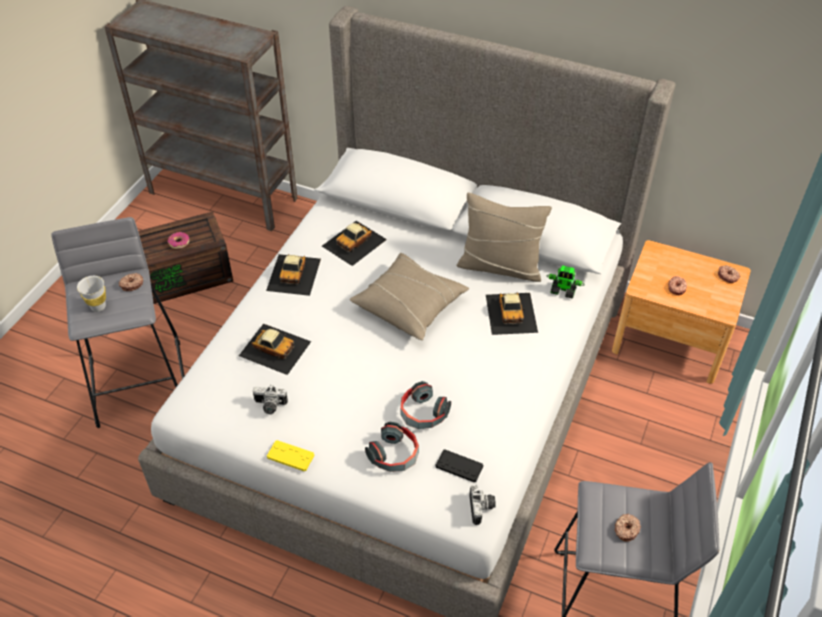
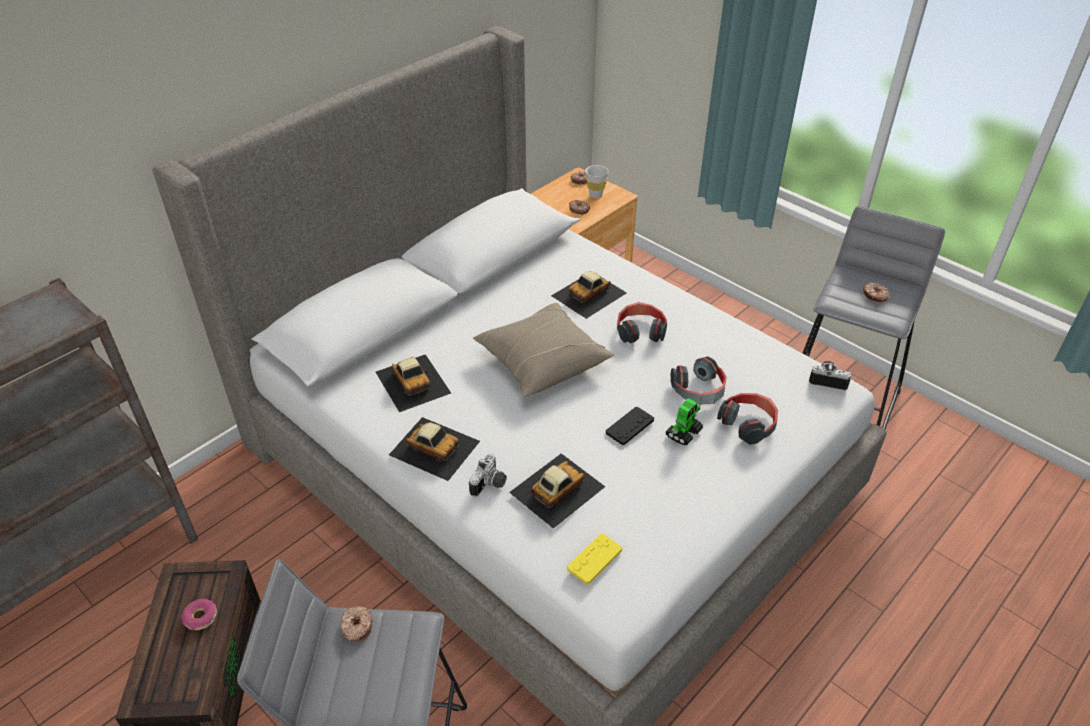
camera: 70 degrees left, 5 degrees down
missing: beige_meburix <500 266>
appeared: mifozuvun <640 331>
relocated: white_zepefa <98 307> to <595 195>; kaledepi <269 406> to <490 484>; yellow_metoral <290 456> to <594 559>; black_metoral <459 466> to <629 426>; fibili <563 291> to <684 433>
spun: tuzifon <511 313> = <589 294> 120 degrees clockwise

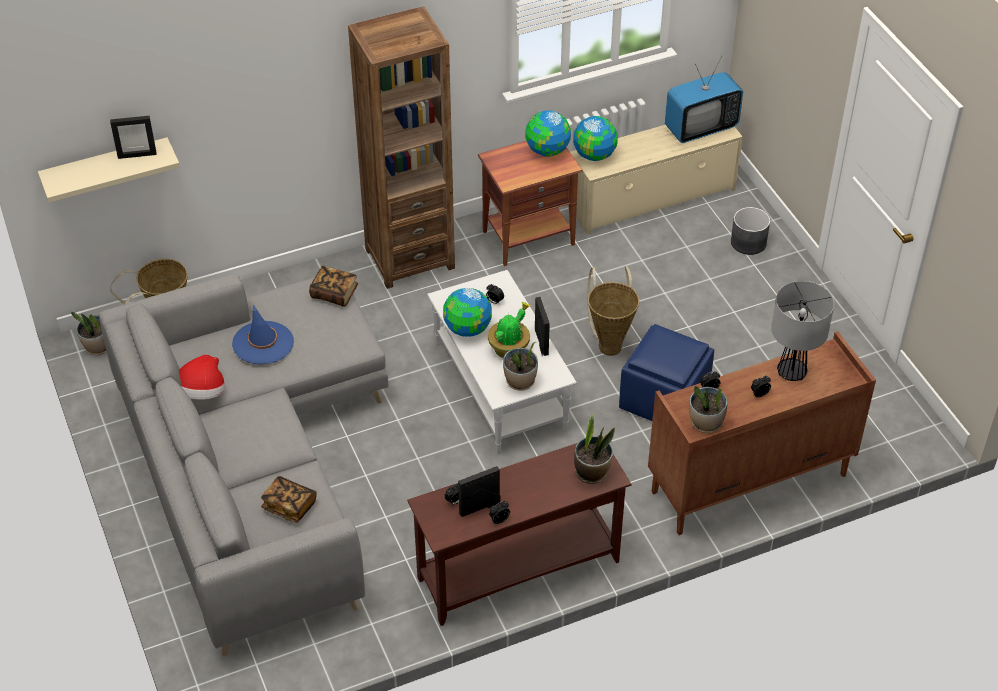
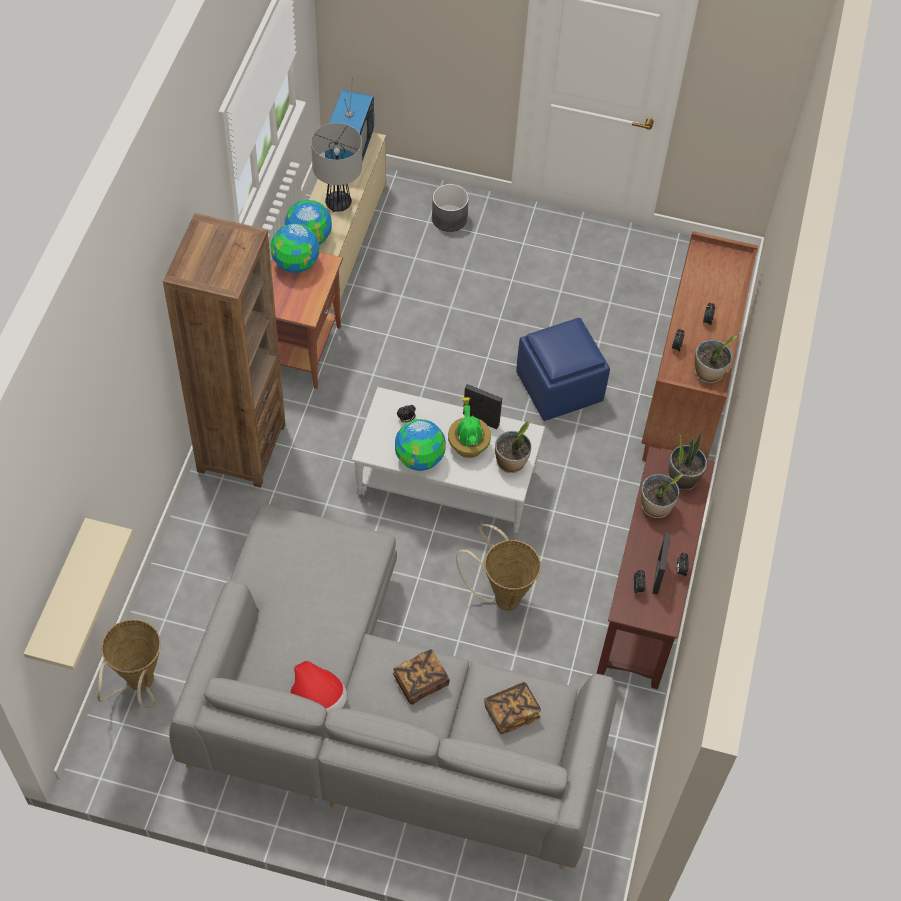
camera: 55 degrees left, 10 degrees up
missing: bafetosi <137 154>; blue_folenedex <263 343>
relocated: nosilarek <98 347> to <656 507>; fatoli <334 293> to <420 682>; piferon <610 343> to <502 596>; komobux <792 372> to <339 203>

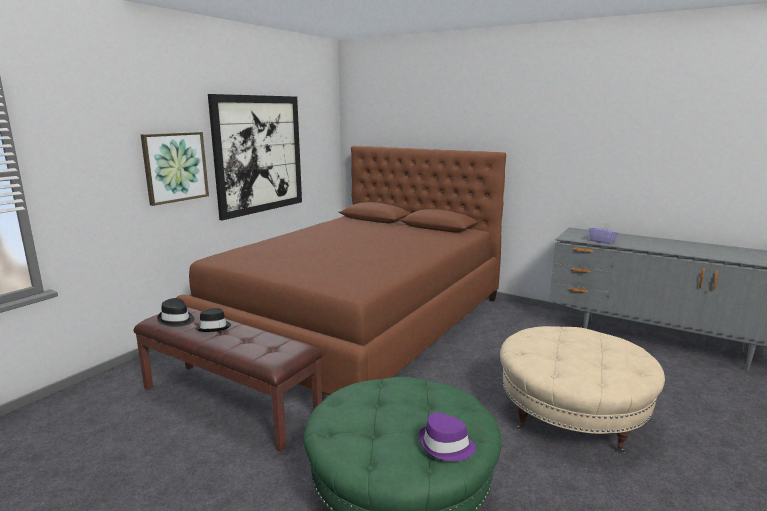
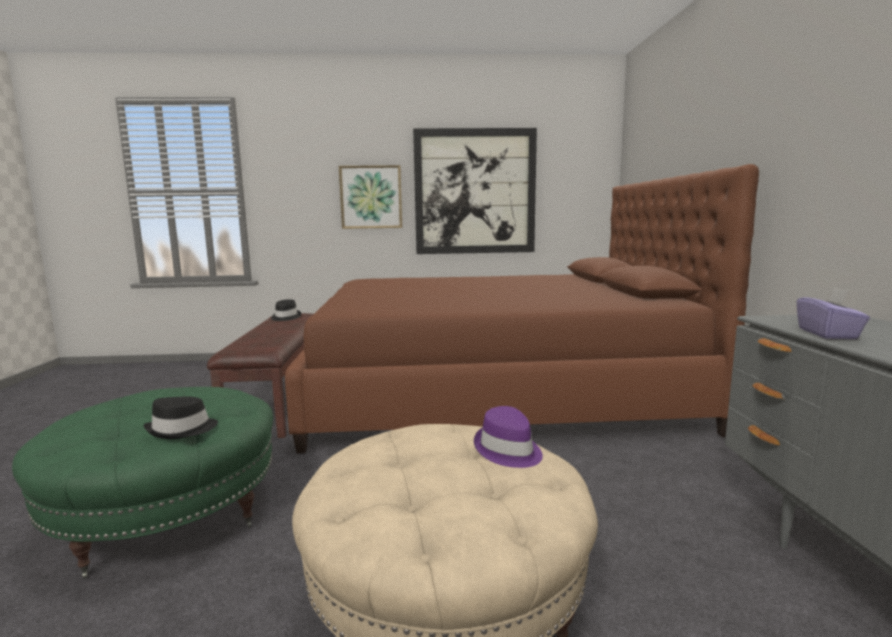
camera: 55 degrees right, 5 degrees down
relocated: black_folenedex <214 327> to <182 430>; purple_folenedex <446 446> to <508 450>

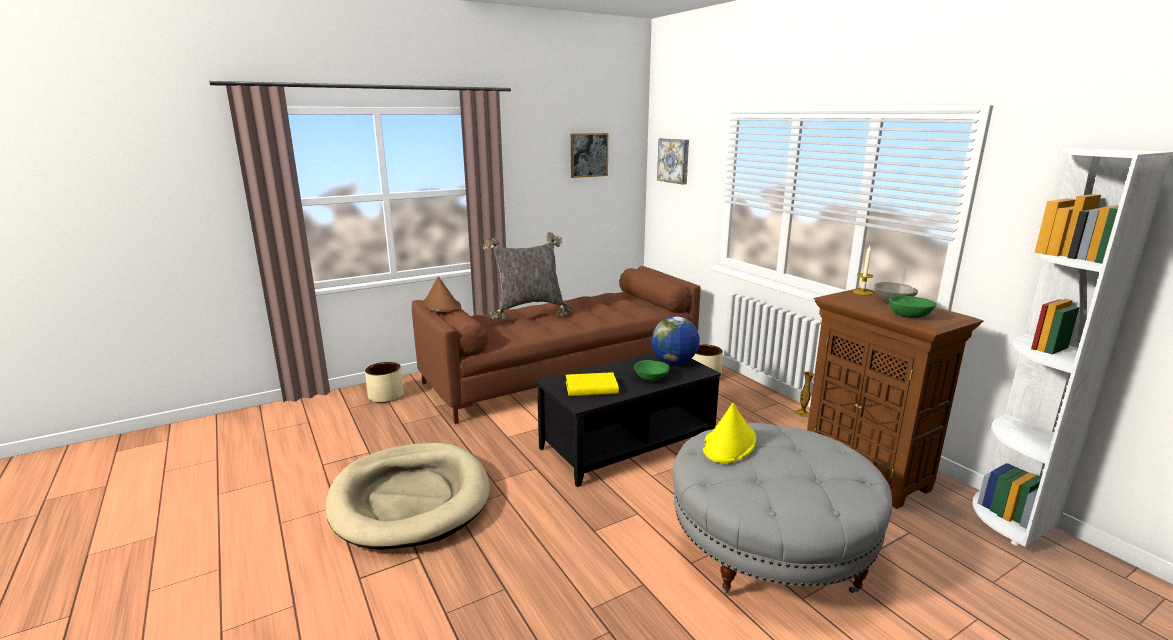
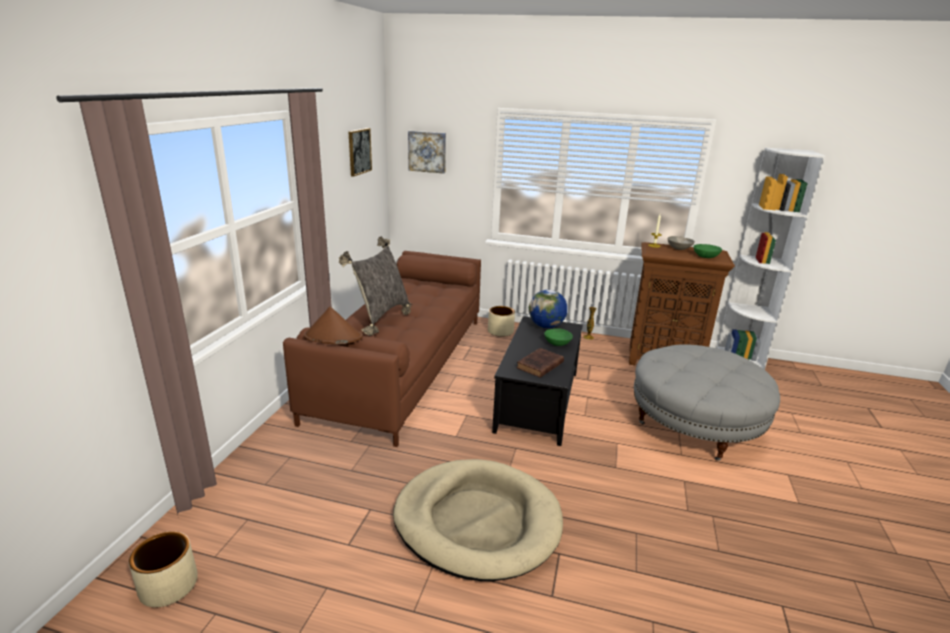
camera: 45 degrees left, 5 degrees up
missing: yellow_folenedex <729 444>
relocated: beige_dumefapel <386 396> to <169 585>
colour: yellow_fatoli <589 388> to brown_fatoli <539 366>

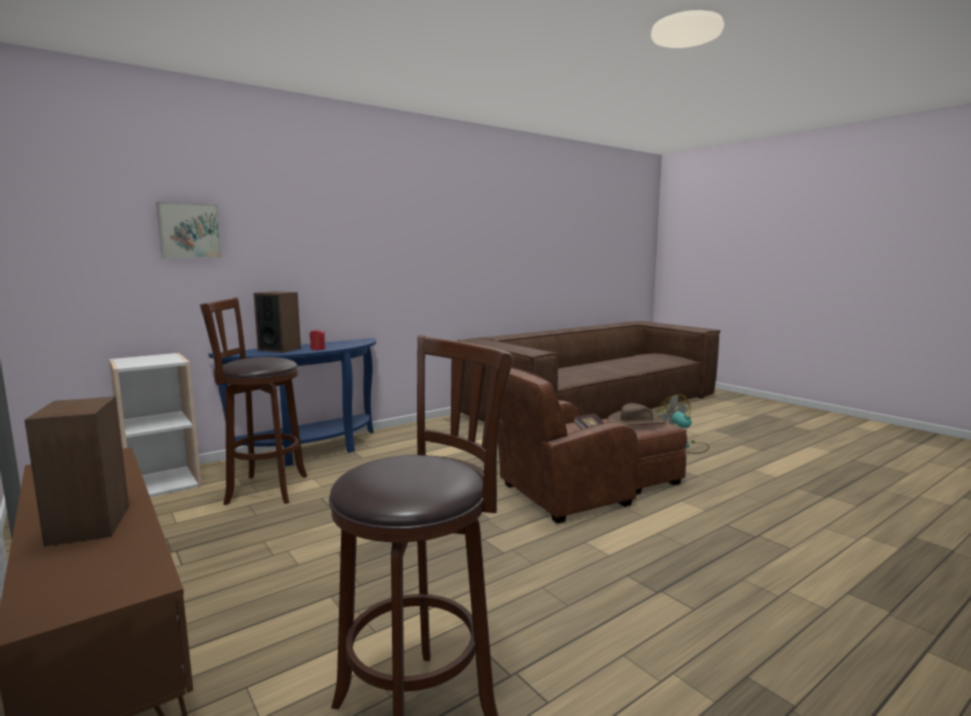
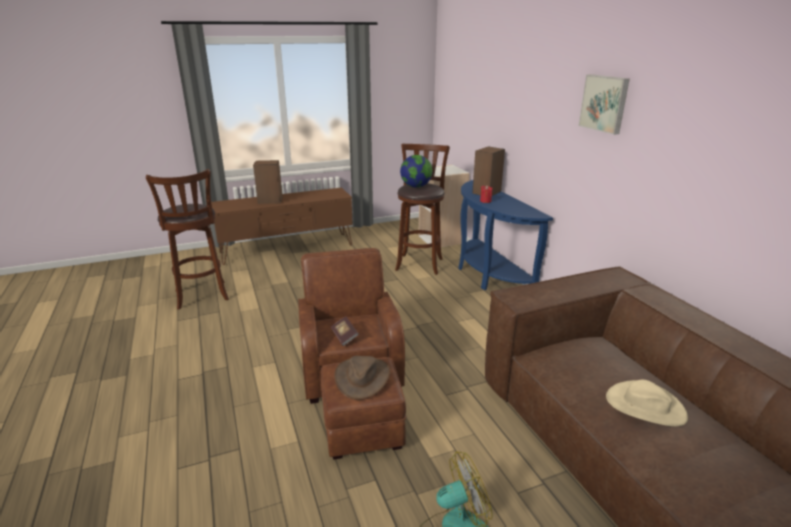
camera: 105 degrees right, 15 degrees up
appeared: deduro <416 186>; beige_folenedex <645 406>
relocated: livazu <189 231> to <604 103>

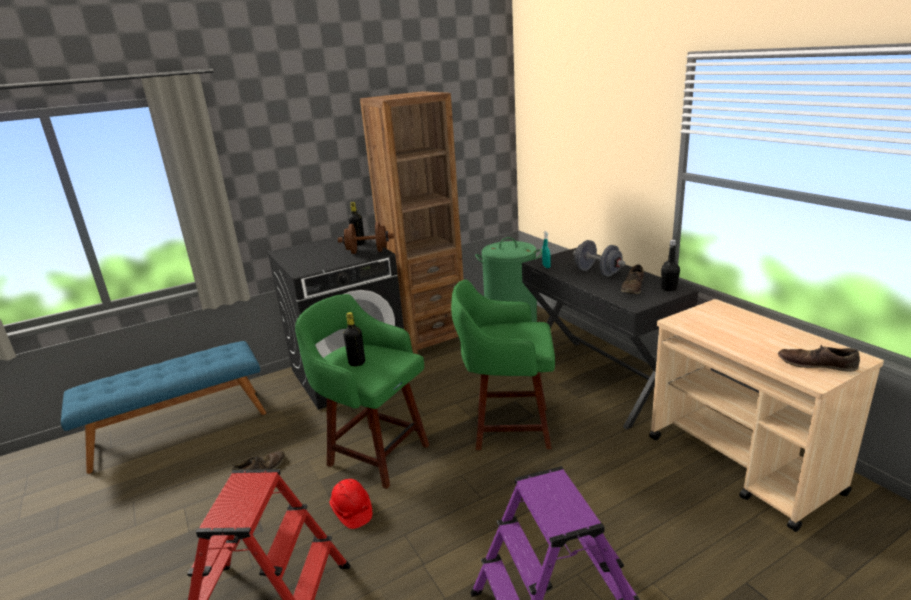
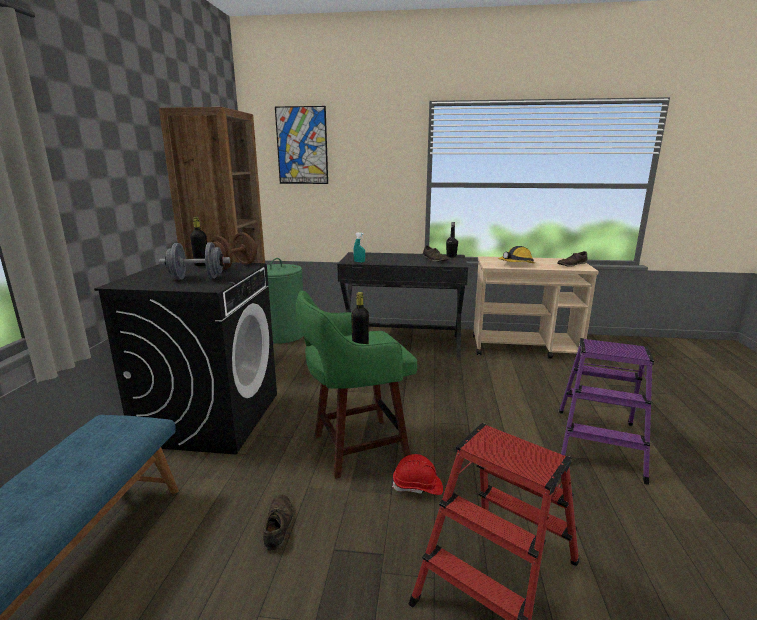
camera: 55 degrees left, 5 degrees down
missing: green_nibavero <508 428>
appeared: livazu <302 146>; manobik <516 264>
relocated: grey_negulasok <597 272> to <197 278>

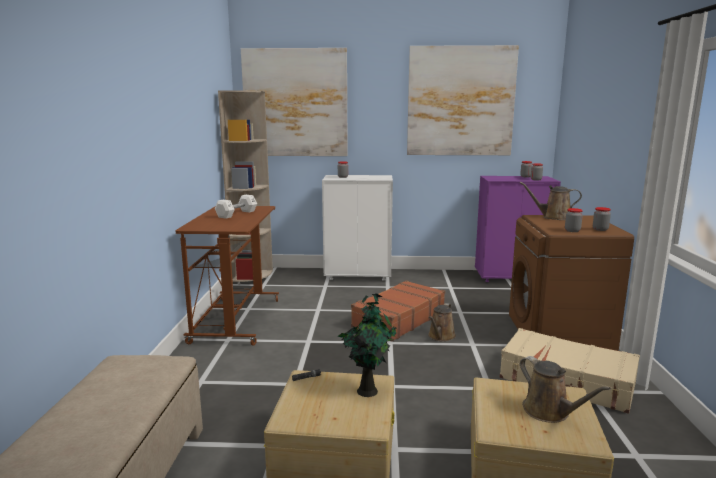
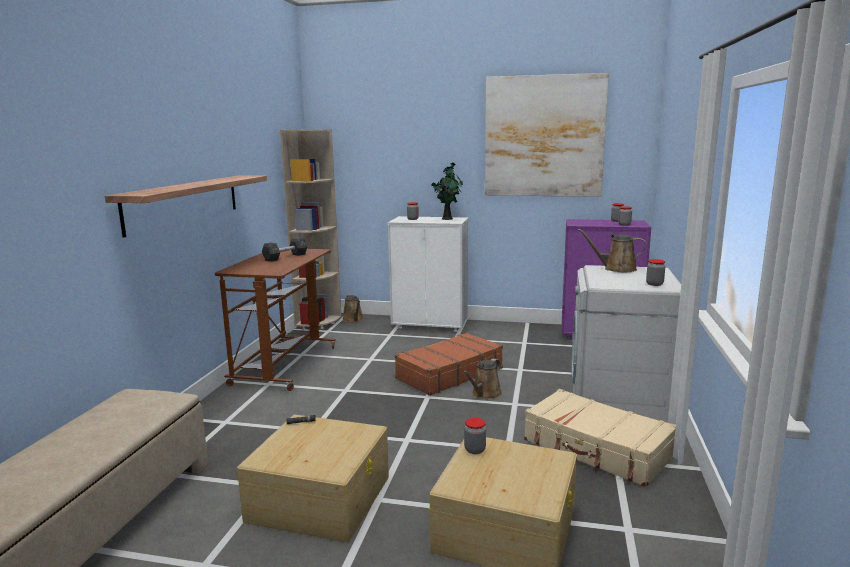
camera: 10 degrees right, 0 degrees up
missing: livazu <295 103>
appeared: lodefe <184 202>
relocated: nosilarek <367 390> to <447 218>; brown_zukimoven <549 412> to <353 319>; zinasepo <572 231> to <475 450>
colour: white_negulasok <237 214> to black_negulasok <285 257>; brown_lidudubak <557 333> to white_lidudubak <617 398>

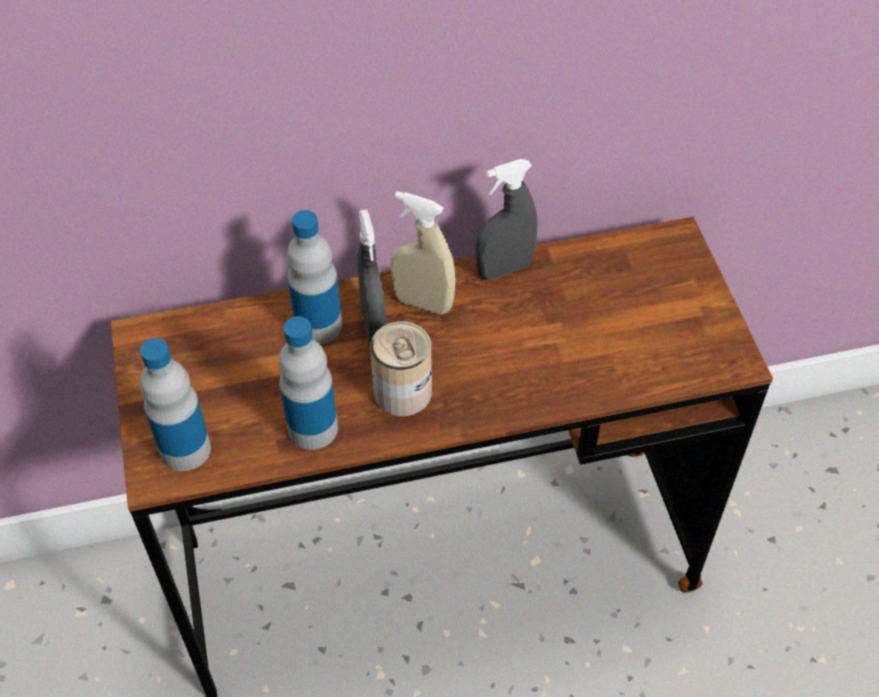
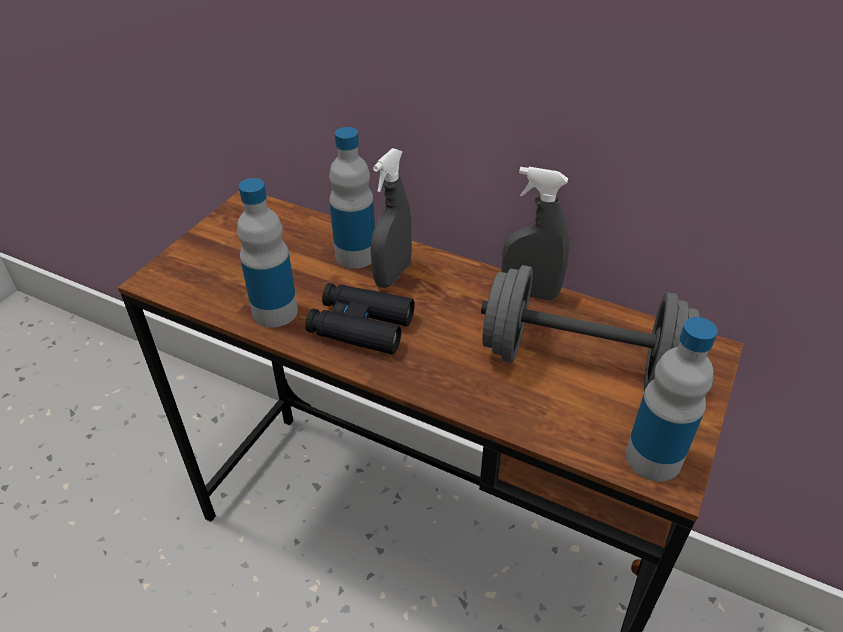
camera: 40 degrees right, 10 degrees down
missing: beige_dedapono <423 303>
appeared: grey_negulasok <579 362>
relocated: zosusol <185 449> to <653 458>
exchanged: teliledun <402 392> to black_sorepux <360 326>

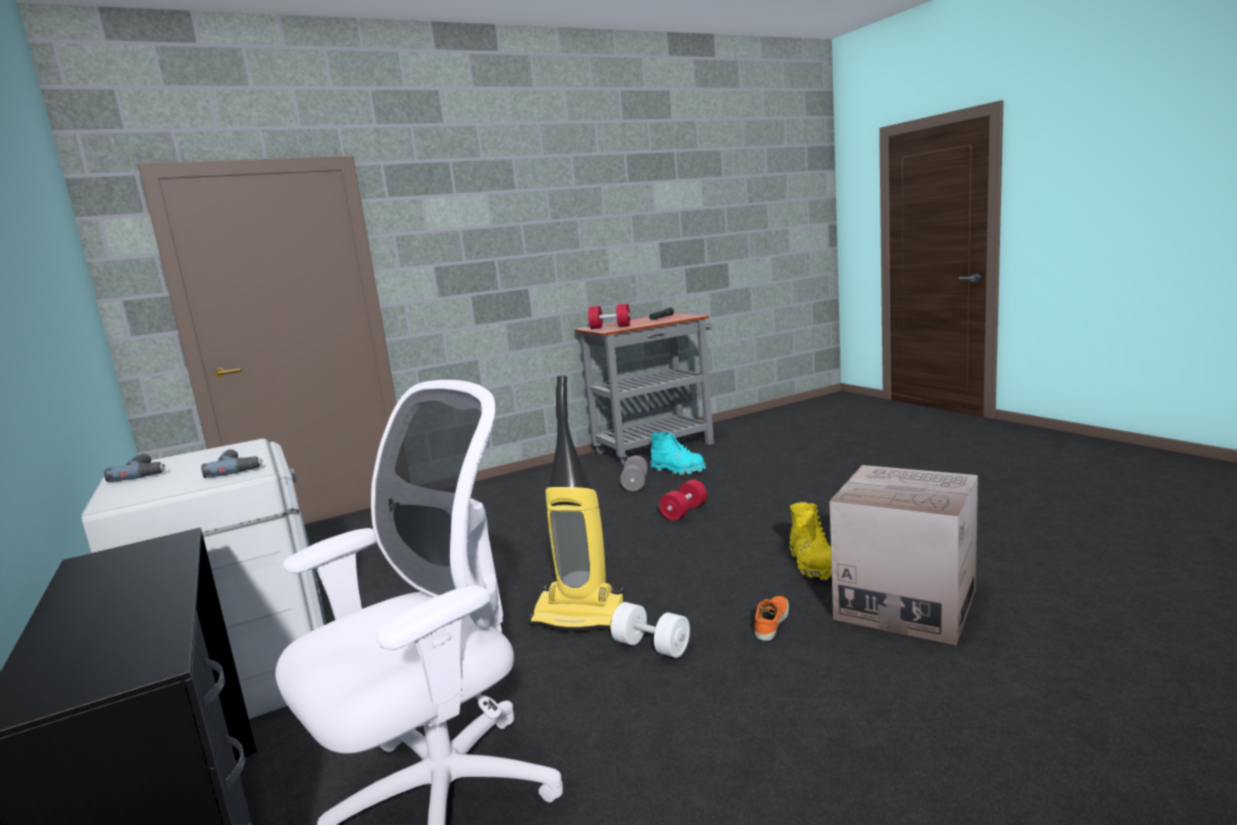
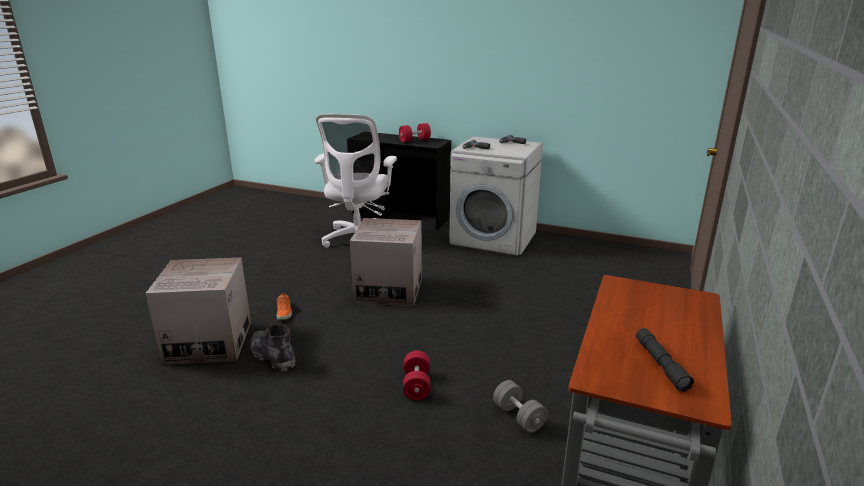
camera: 140 degrees right, 10 degrees up
missing: white_negulasok <651 646>; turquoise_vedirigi <678 470>
relocated: red_negulasok <610 327> to <414 140>
exchanged: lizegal <580 615> to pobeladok <389 290>
colour: yellow_vedirigi <814 565> to grey_vedirigi <273 356>

